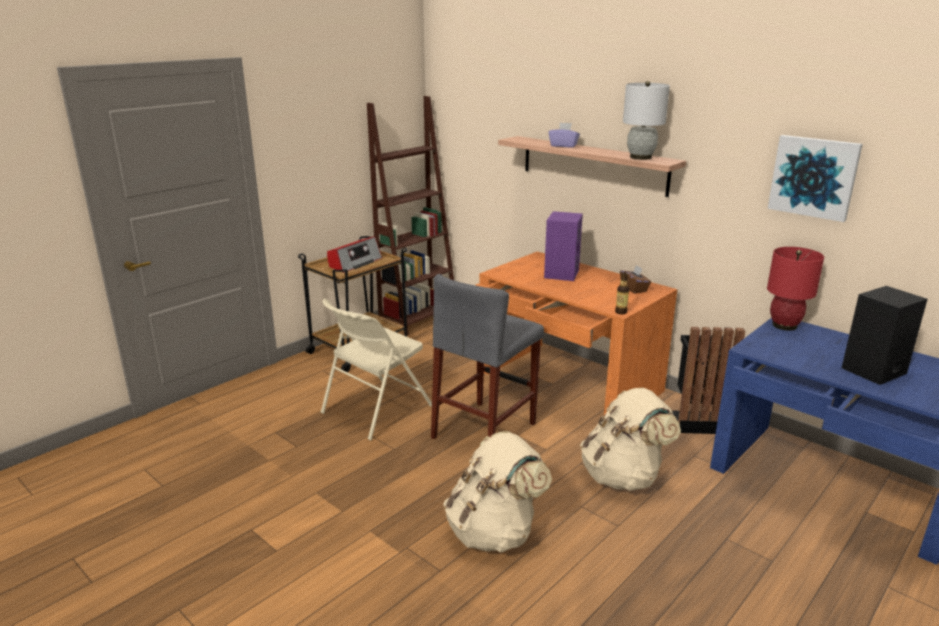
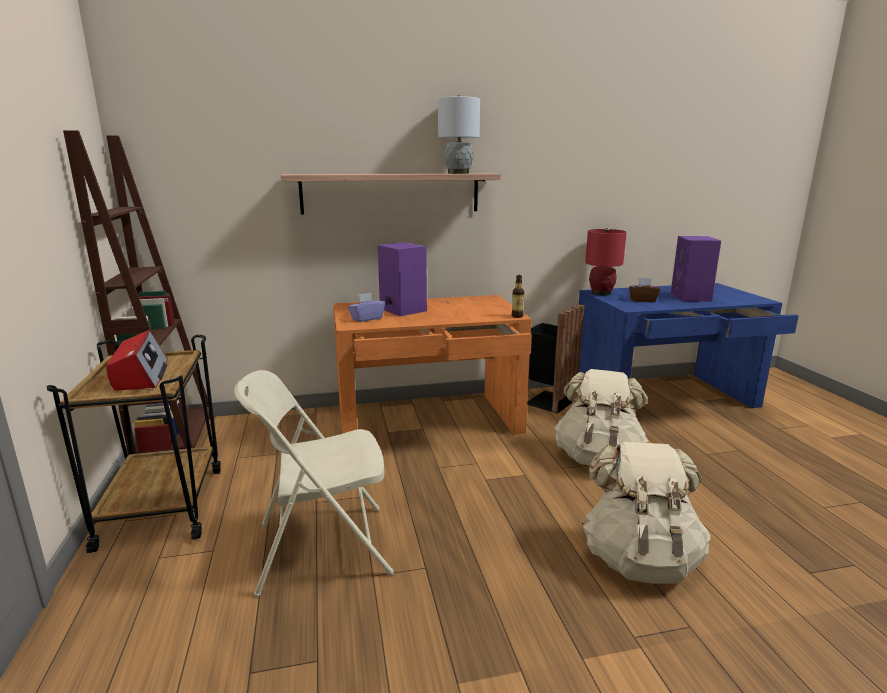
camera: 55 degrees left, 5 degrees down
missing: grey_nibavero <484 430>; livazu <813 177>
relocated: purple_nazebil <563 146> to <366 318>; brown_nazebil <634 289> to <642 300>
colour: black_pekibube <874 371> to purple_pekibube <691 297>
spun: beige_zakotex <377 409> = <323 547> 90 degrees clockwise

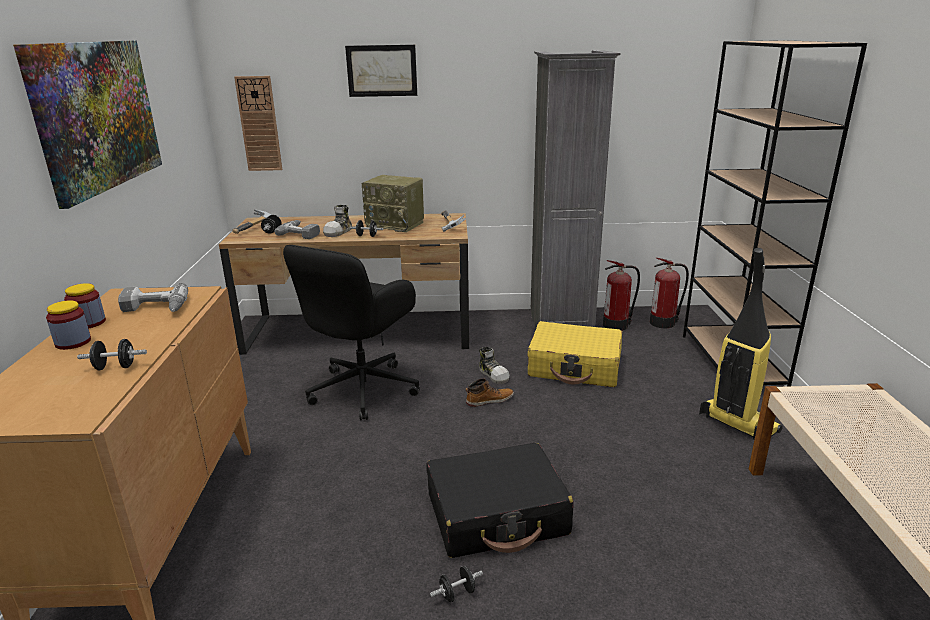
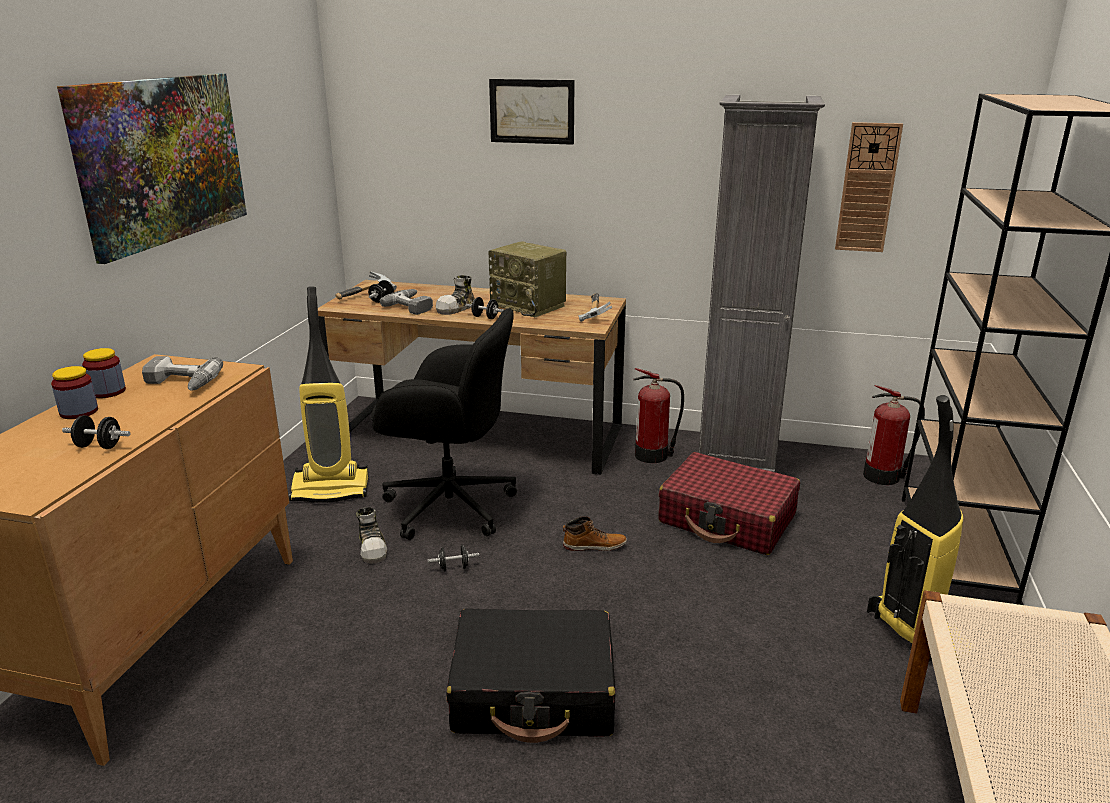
camera: 15 degrees right, 0 degrees up
appeared: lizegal <331 489>
relocated: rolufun <259 124> to <867 188>; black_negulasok <457 593> to <454 568>; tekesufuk <494 375> to <373 548>; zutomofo <617 325> to <653 455>
colour: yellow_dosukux <575 367> to red_dosukux <727 519>
spun: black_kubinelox <363 390> = <449 508> 120 degrees counterclockwise

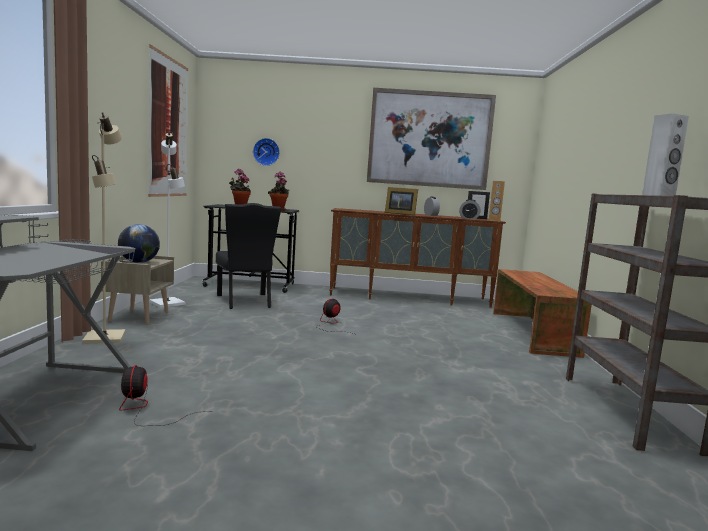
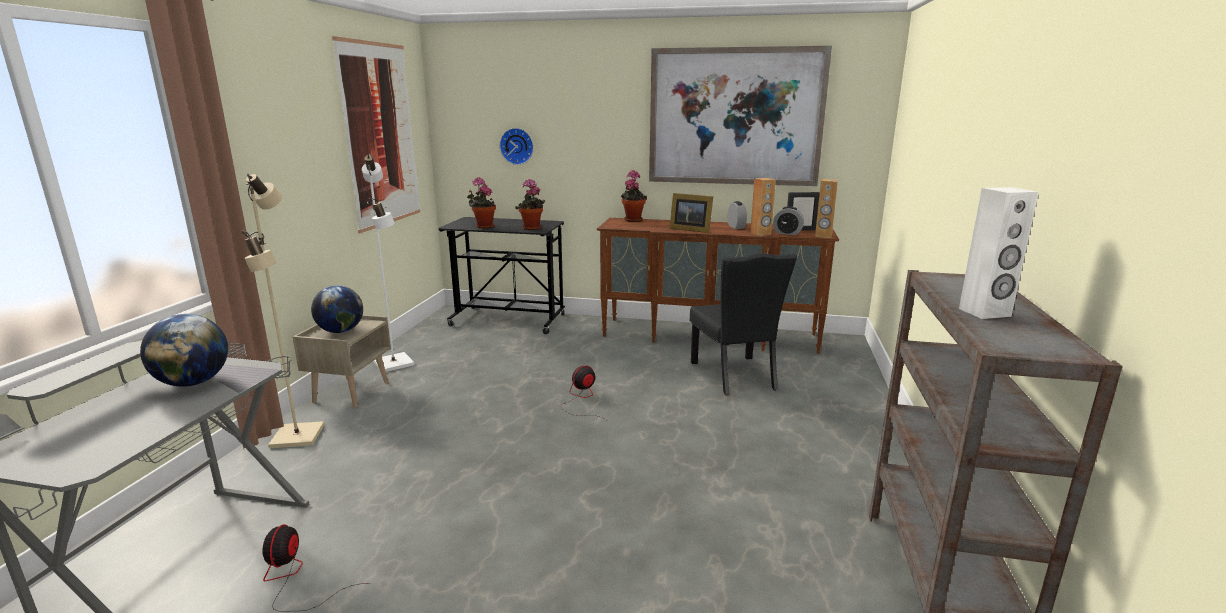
camera: 10 degrees right, 10 degrees up
missing: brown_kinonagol <533 332>
appeared: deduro <193 382>; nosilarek <632 220>; brown_pekibube <760 234>
relocated: black_zakotex <245 301> to <734 374>

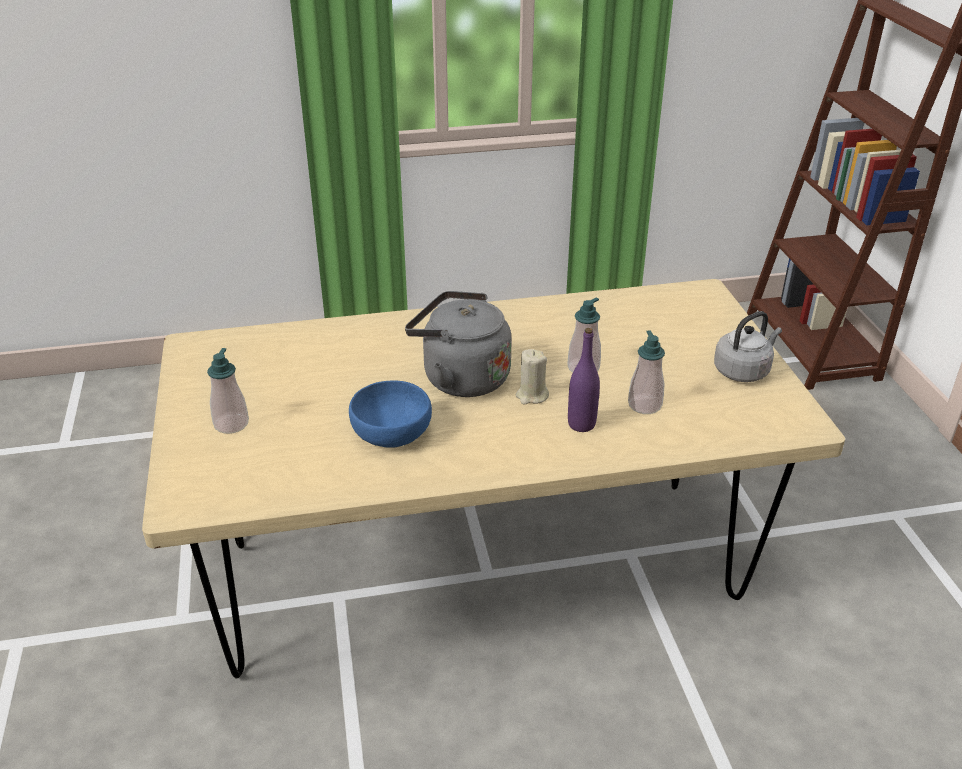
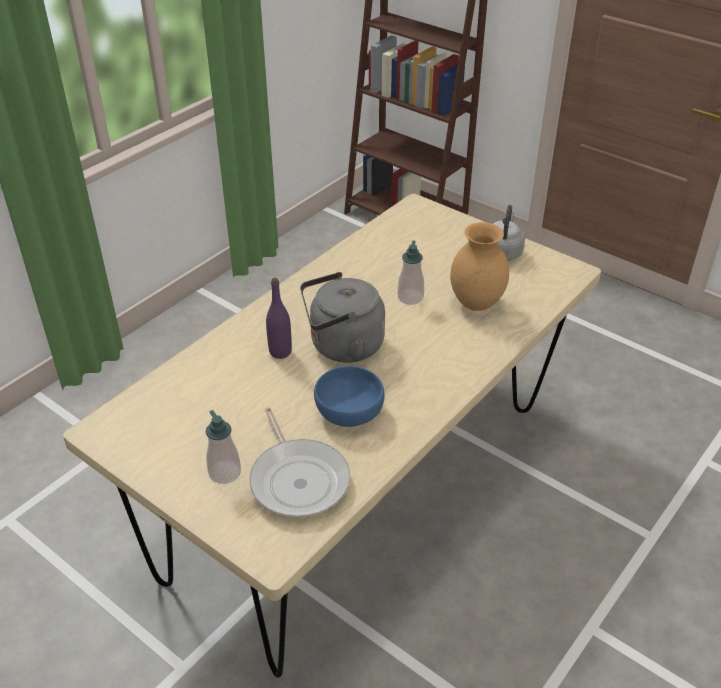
camera: 40 degrees left, 5 degrees up
missing: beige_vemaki <531 396>
appeared: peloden <298 479>
relocated: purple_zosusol <581 424> to <280 352>
exchanged: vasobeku <644 405> to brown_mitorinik <476 304>

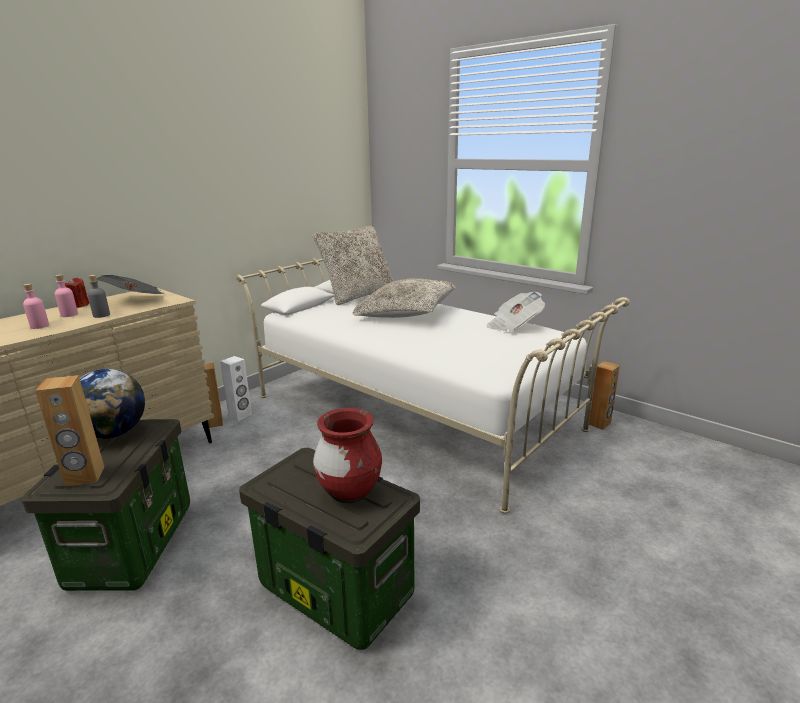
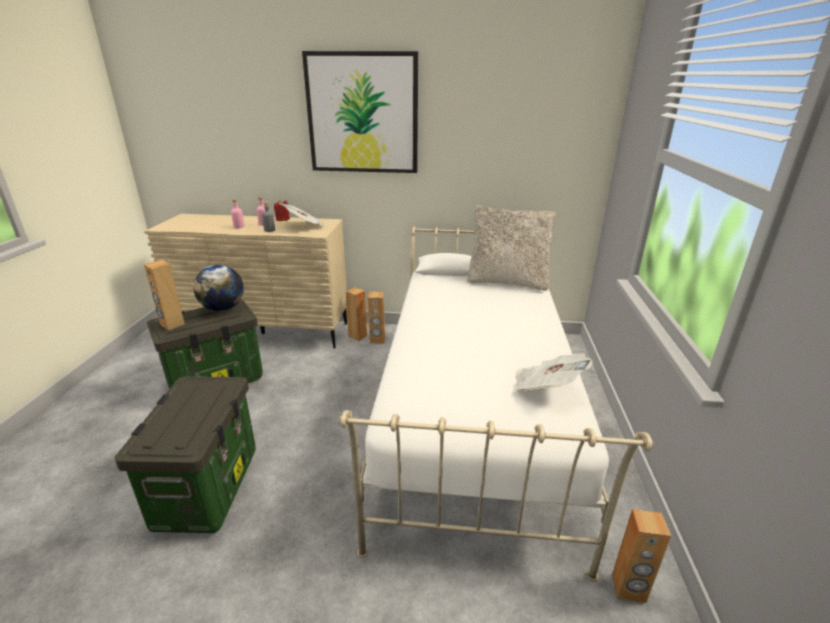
camera: 55 degrees right, 5 degrees up
missing: red_mitorinik <349 492>; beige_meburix <406 313>
appeared: livazu <362 114>
colour: white_pekibube <240 415> to brown_pekibube <377 340>

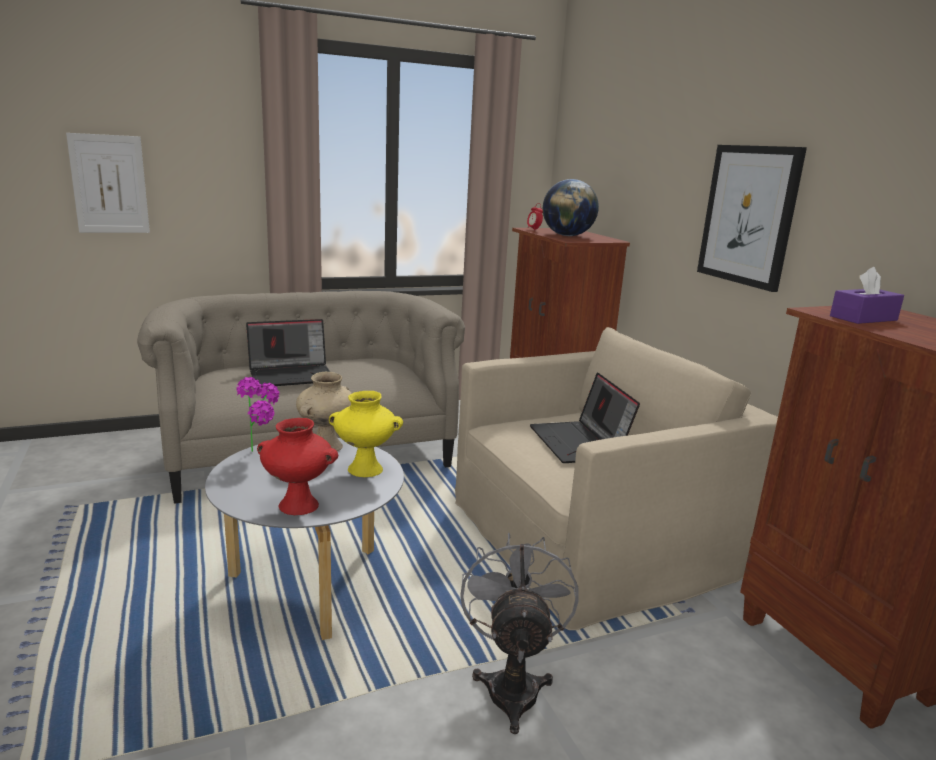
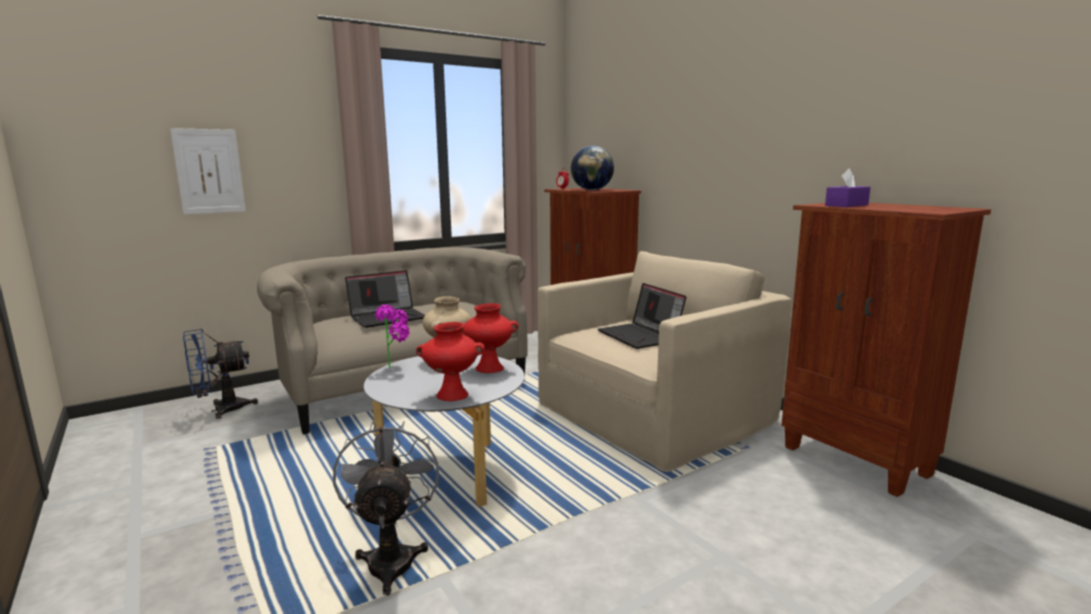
camera: 10 degrees left, 5 degrees down
missing: livazu <749 215>
appeared: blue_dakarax <221 410>
relocated: grey_dakarax <512 684> to <391 557>
colour: yellow_mitorinik <364 470> to red_mitorinik <488 369>

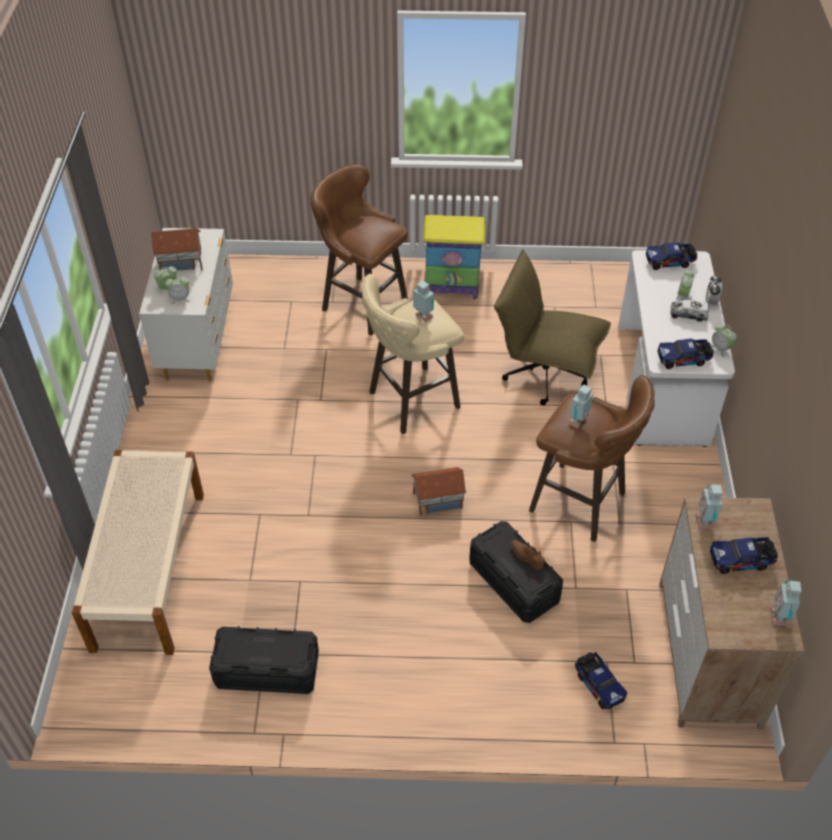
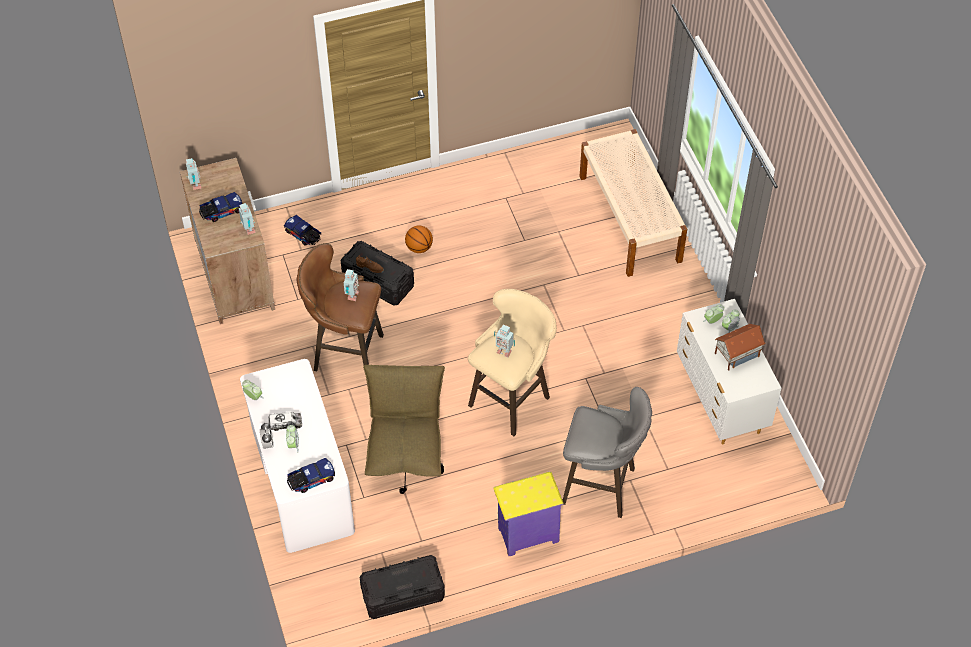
camera: 160 degrees right, 5 degrees up
missing: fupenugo <437 500>; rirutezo <684 359>
appeared: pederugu <419 248>
relocated: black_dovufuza <267 670> to <402 594>
colour: brown_nibavero <361 304> to grey_nibavero <602 486>
spun: beige_kubinelox <546 374> = <406 461> 90 degrees counterclockwise

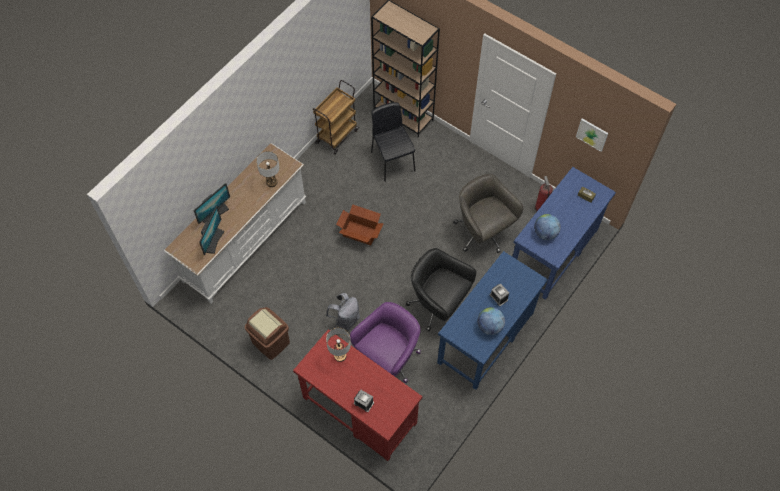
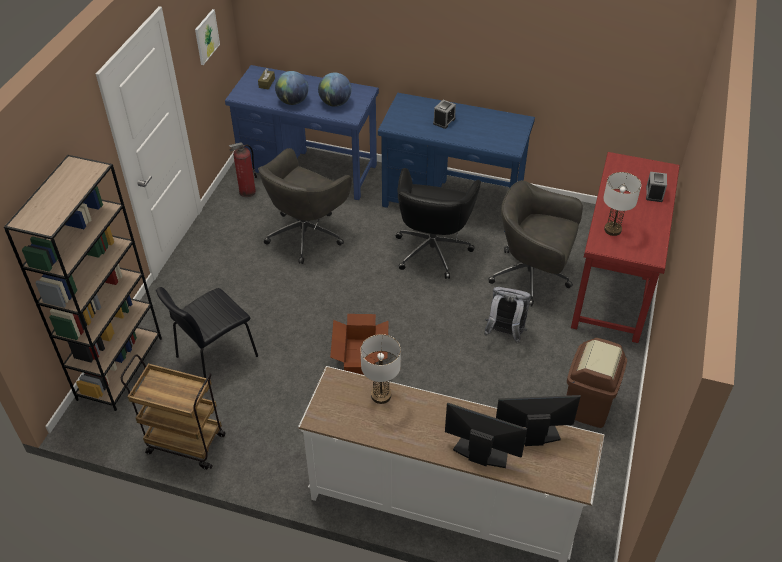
camera: 110 degrees left, 15 degrees down
relocated: deduro <489 326> to <293 101>
colour: purple_kubinelox <388 359> to grey_kubinelox <532 276>

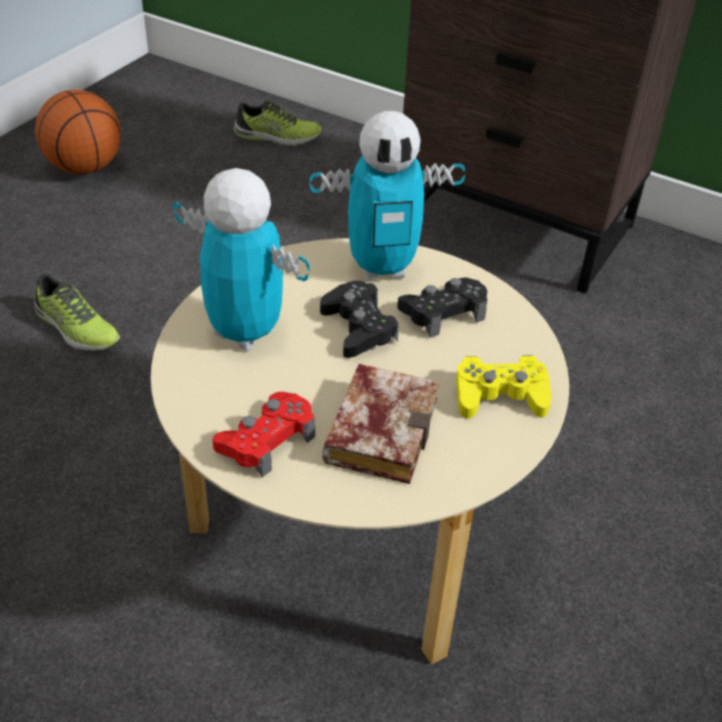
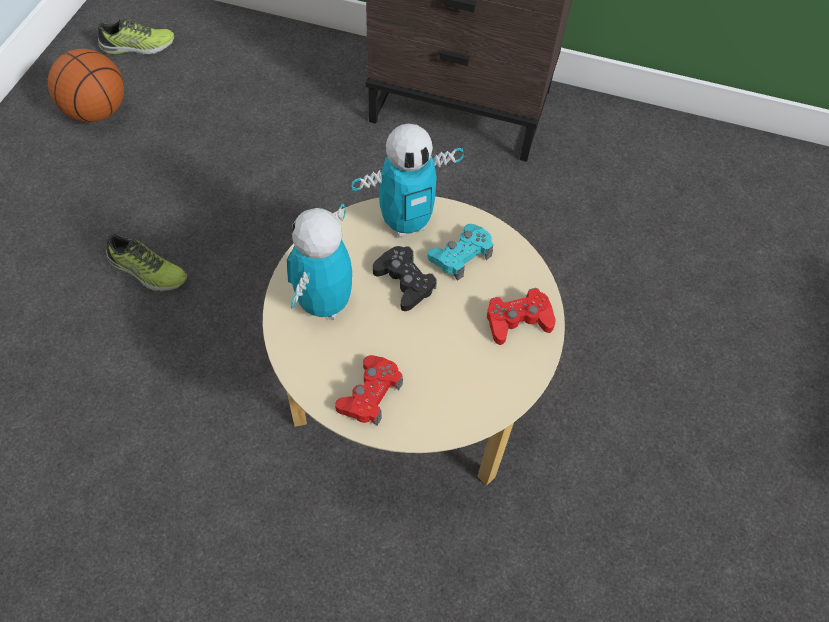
camera: 15 degrees left, 15 degrees up
missing: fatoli <379 427>
relocated: tekesufuk <277 137> to <138 46>
colour: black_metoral <443 312> to turquoise_metoral <461 255>; yellow_metoral <499 396> to red_metoral <517 320>
spun: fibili <245 332> = <324 304> 90 degrees counterclockwise

